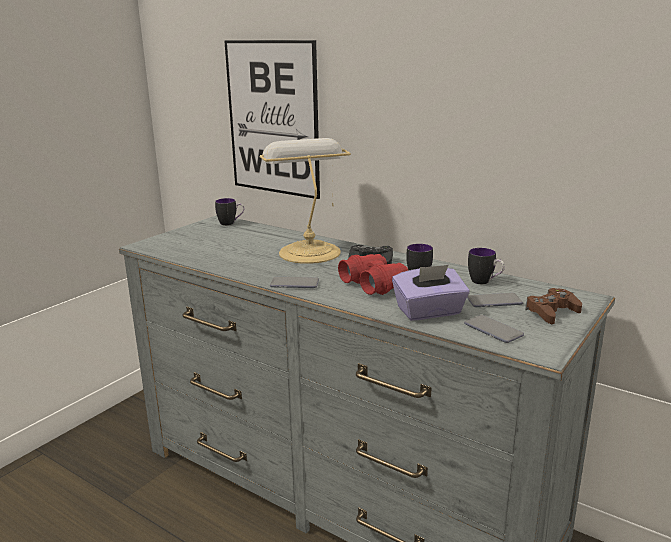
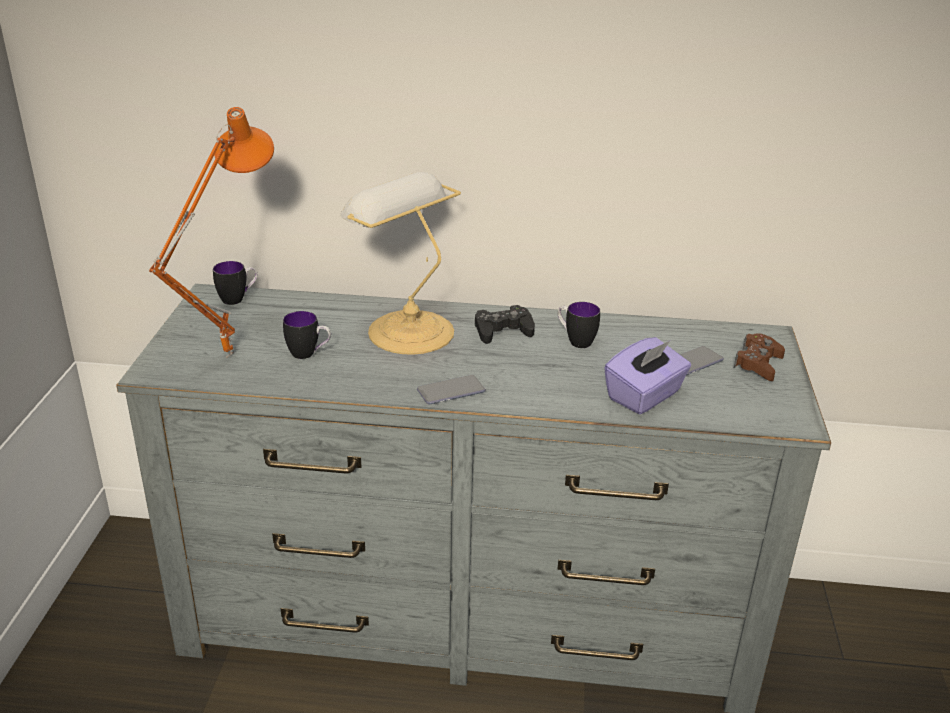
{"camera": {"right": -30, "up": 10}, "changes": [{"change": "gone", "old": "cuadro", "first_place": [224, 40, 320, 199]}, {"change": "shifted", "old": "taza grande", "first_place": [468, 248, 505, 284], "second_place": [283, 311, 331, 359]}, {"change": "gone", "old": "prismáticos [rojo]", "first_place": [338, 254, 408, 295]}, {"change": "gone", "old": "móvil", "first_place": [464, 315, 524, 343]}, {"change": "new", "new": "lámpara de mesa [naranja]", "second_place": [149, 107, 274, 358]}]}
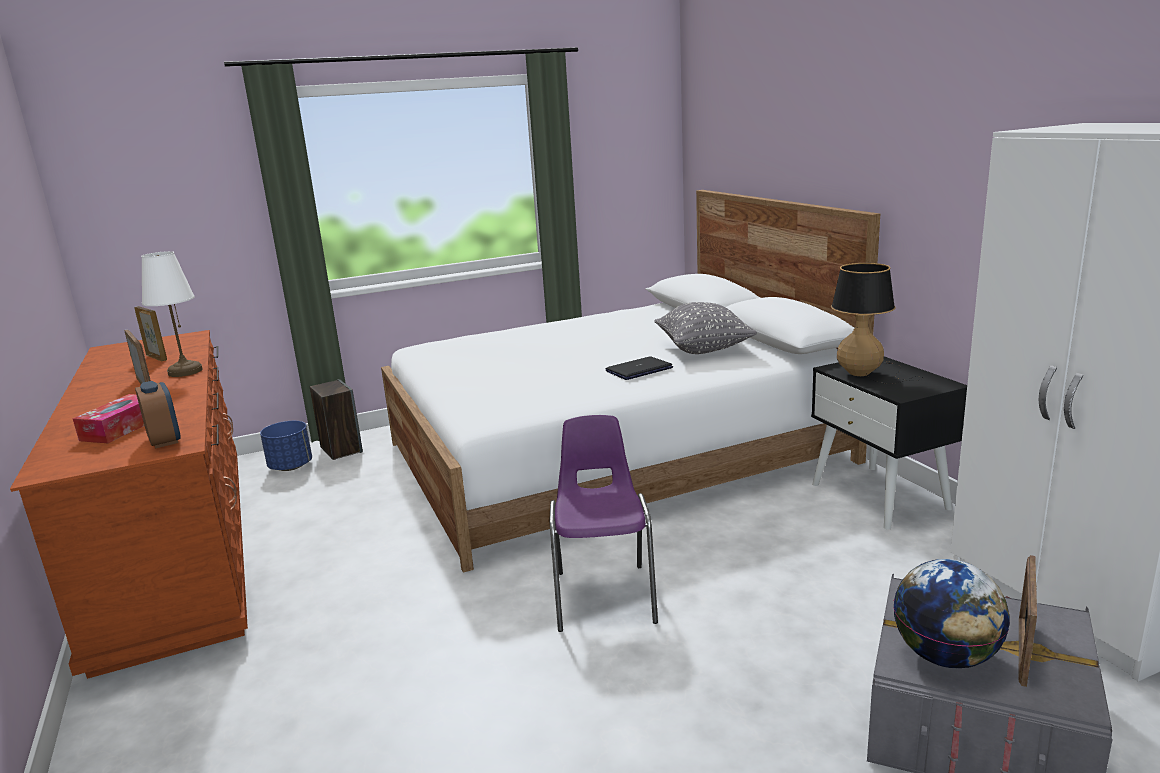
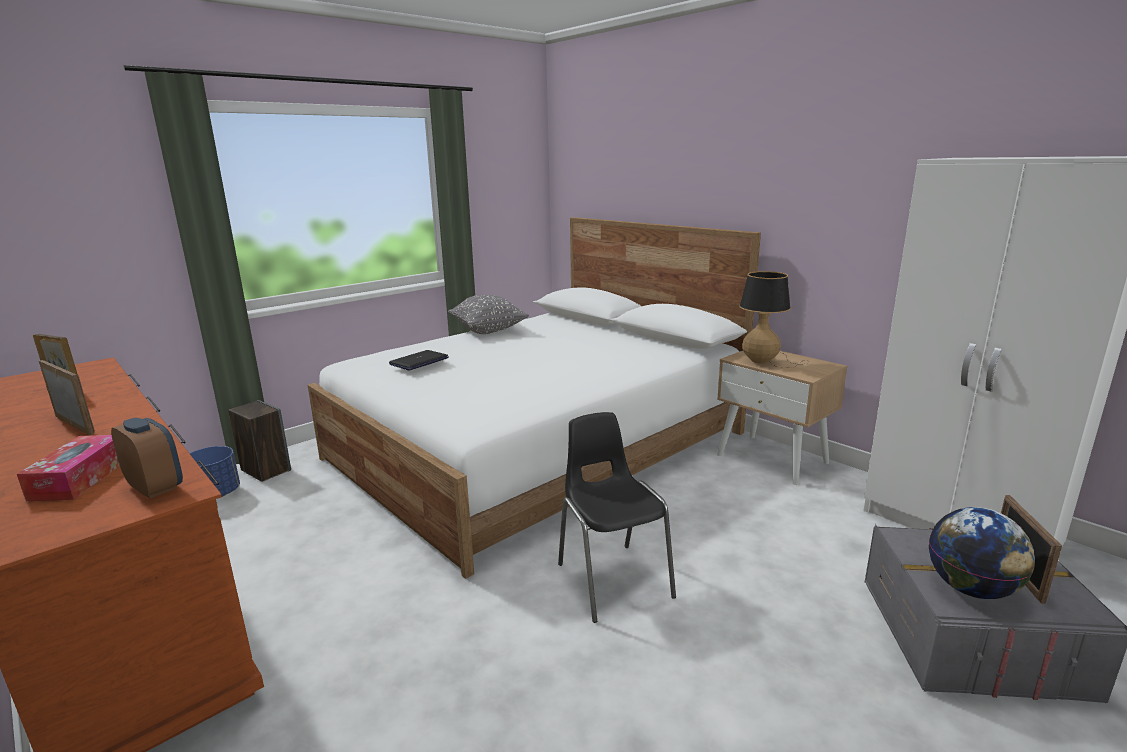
{"camera": {"right": -20, "up": 0}, "changes": [{"change": "gone", "old": "lámpara de mesa [blanco]", "first_place": [141, 251, 203, 377]}, {"change": "shifted", "old": "cojín [gris]", "first_place": [654, 302, 757, 354], "second_place": [448, 295, 529, 334]}, {"change": "shifted", "old": "portátil", "first_place": [606, 356, 673, 380], "second_place": [389, 350, 449, 370]}, {"change": "repainted", "old": "mesita de noche [negro]", "new": "mesita de noche [beis]", "first_place": [811, 356, 967, 530], "second_place": [717, 351, 847, 485]}, {"change": "repainted", "old": "silla [morado]", "new": "silla [negro]", "first_place": [550, 415, 658, 632], "second_place": [558, 412, 676, 623]}]}
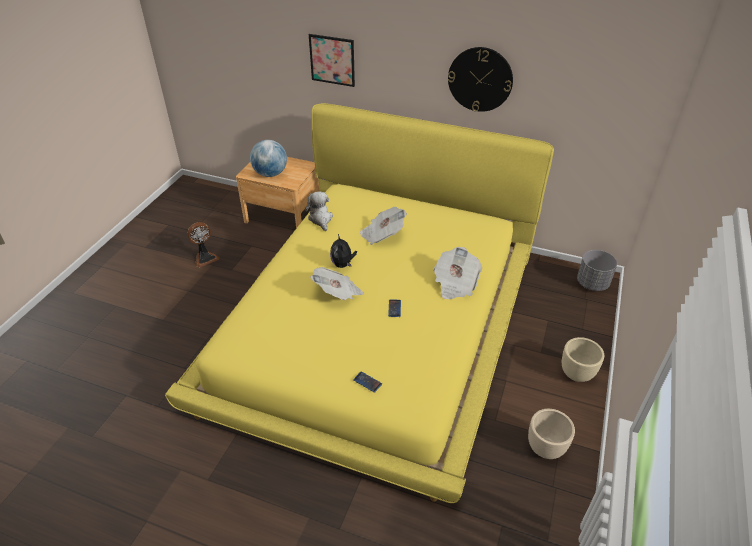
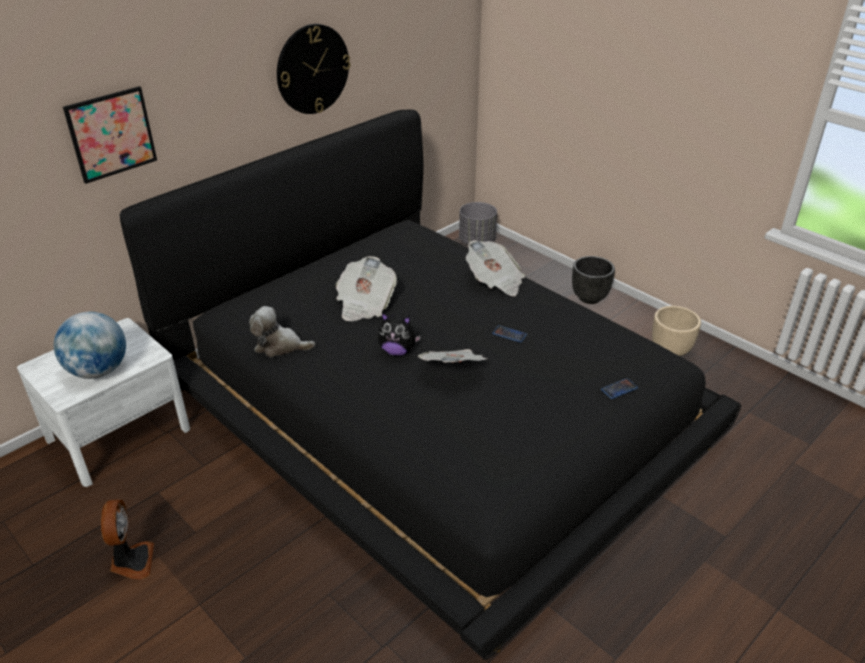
{"camera": {"right": -65, "up": -5}, "changes": [{"change": "repainted", "old": "cama [amarillo]", "new": "cama [negro]", "first_place": [165, 103, 554, 503], "second_place": [120, 110, 741, 660]}, {"change": "repainted", "old": "mesita de noche [marrón]", "new": "mesita de noche [blanco]", "first_place": [236, 157, 319, 228], "second_place": [17, 318, 190, 487]}, {"change": "repainted", "old": "maceta [beis]", "new": "maceta [negro]", "first_place": [562, 337, 604, 382], "second_place": [572, 256, 615, 304]}]}
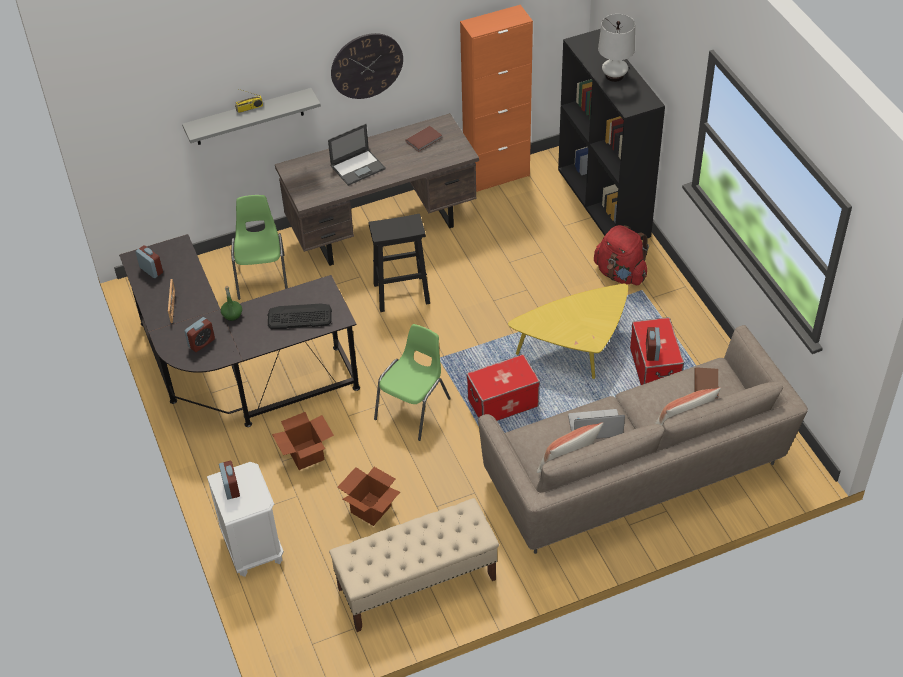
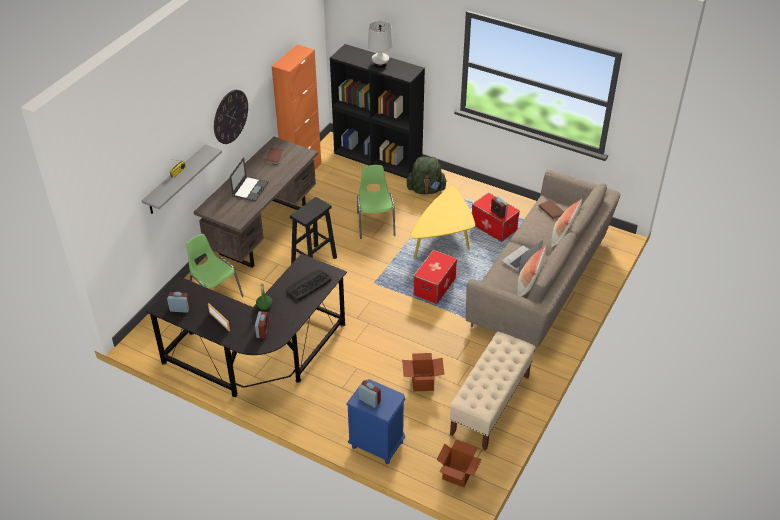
{"camera": {"right": -40, "up": -5}, "changes": [{"change": "repainted", "old": "mochila [rojo]", "new": "mochila [verde]", "first_place": [594, 225, 649, 285], "second_place": [407, 157, 447, 195]}, {"change": "shifted", "old": "silla [verde]", "first_place": [374, 324, 451, 441], "second_place": [357, 165, 395, 239]}, {"change": "shifted", "old": "caja de cartón", "first_place": [272, 412, 334, 470], "second_place": [436, 439, 482, 487]}, {"change": "repainted", "old": "mesita de noche [blanco]", "new": "mesita de noche [azul]", "first_place": [207, 462, 284, 577], "second_place": [346, 379, 406, 464]}]}
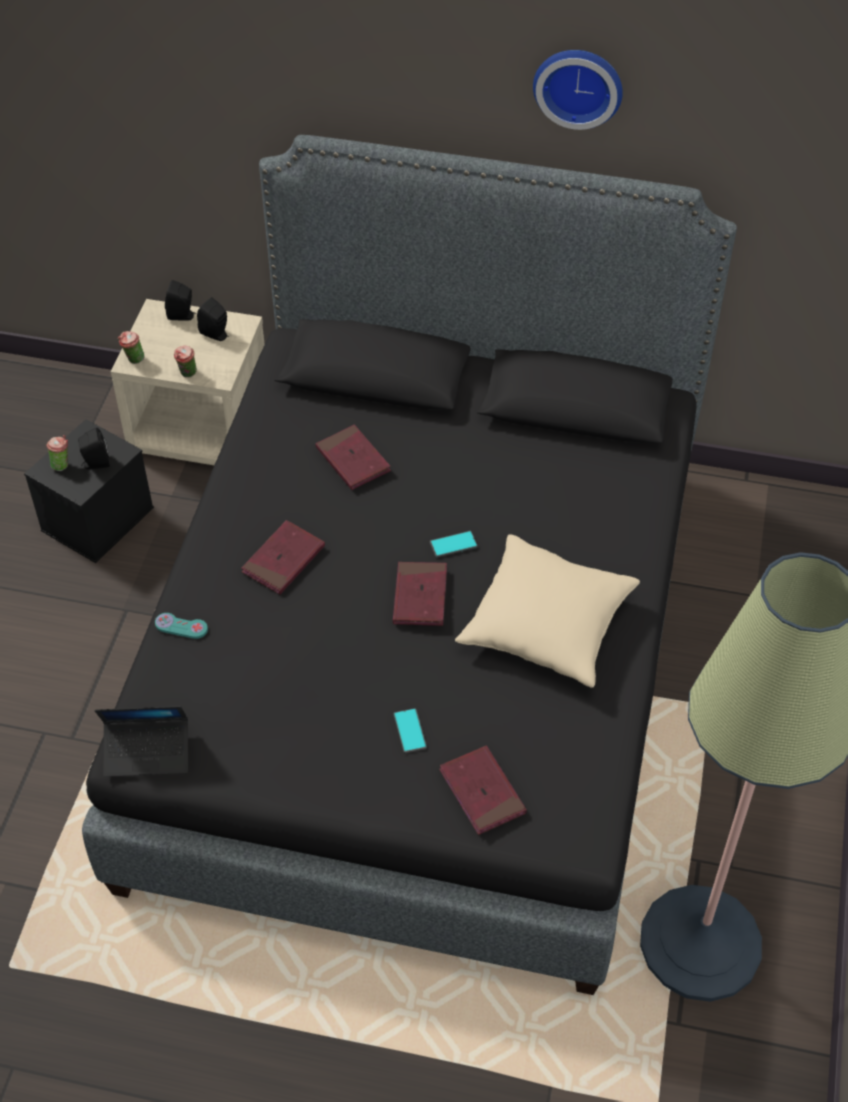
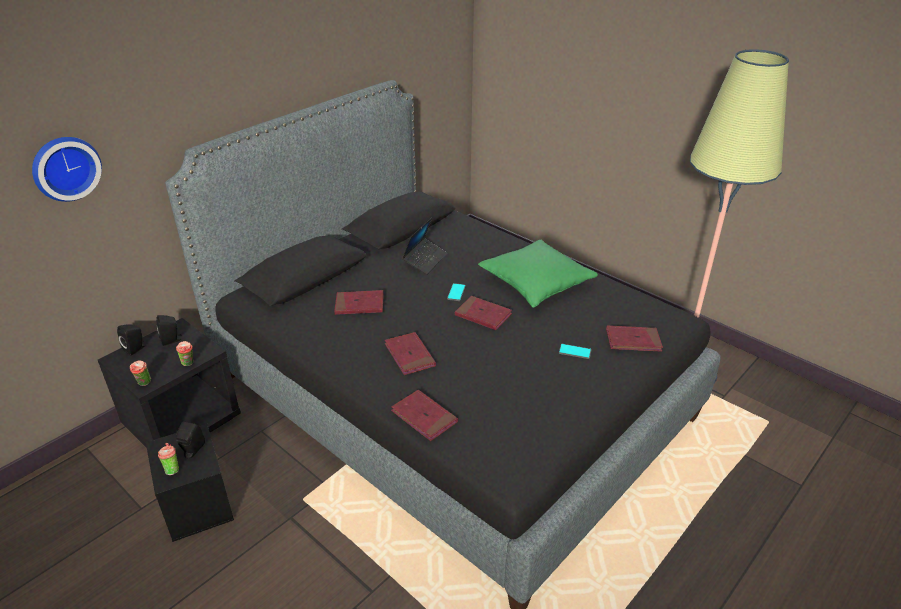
{"camera": {"right": -60, "up": -15}, "changes": [{"change": "shifted", "old": "reloj de pared", "first_place": [533, 50, 623, 130], "second_place": [32, 137, 102, 202]}, {"change": "repainted", "old": "mesita de noche [beis]", "new": "mesita de noche [negro]", "first_place": [111, 299, 265, 465], "second_place": [98, 318, 241, 448]}, {"change": "repainted", "old": "cojín [beis]", "new": "cojín [verde]", "first_place": [455, 534, 640, 688], "second_place": [478, 240, 598, 308]}, {"change": "swapped", "old": "mando de consola [turquesa]", "new": "libro [rojo]", "first_place": [155, 613, 208, 639], "second_place": [391, 390, 458, 441]}, {"change": "shifted", "old": "portátil", "first_place": [95, 706, 188, 777], "second_place": [402, 217, 447, 275]}]}
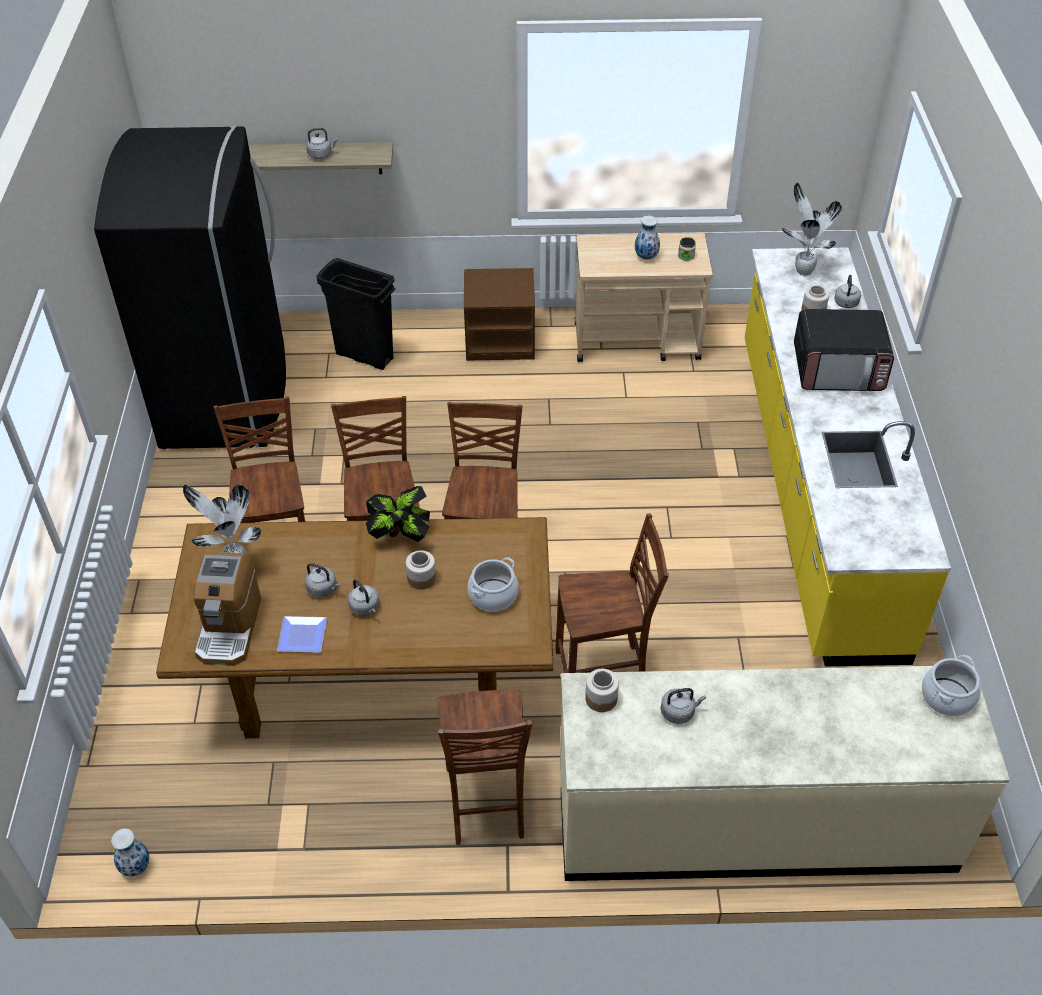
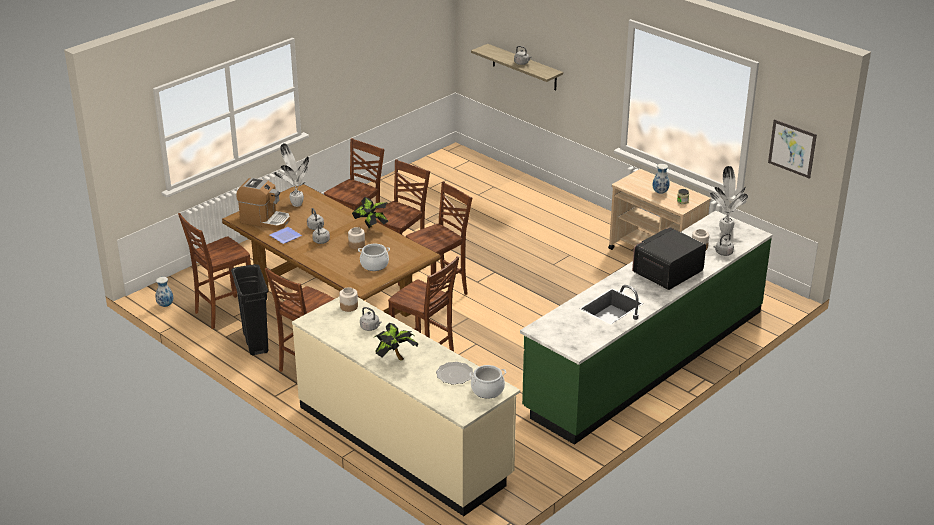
{"camera": {"right": 45, "up": -15}, "changes": [{"change": "gone", "old": "nevera [negro]", "first_place": [94, 126, 286, 449]}, {"change": "repainted", "old": "mueble bajo de cocina [amarillo]", "new": "mueble bajo de cocina [verde]", "first_place": [745, 247, 951, 667], "second_place": [520, 210, 773, 445]}, {"change": "shifted", "old": "papelera [negro]", "first_place": [316, 258, 395, 370], "second_place": [231, 264, 268, 356]}, {"change": "gone", "old": "mesita de noche [marrón]", "first_place": [464, 268, 535, 361]}, {"change": "rotated", "old": "microondas", "first_place": [794, 309, 894, 391], "second_place": [632, 227, 706, 290], "degrees": 90}, {"change": "rotated", "old": "cafetera", "first_place": [193, 552, 261, 666], "second_place": [236, 178, 290, 230], "degrees": -120}, {"change": "new", "new": "cuadro", "second_place": [768, 119, 817, 179]}, {"change": "new", "new": "silla [marrón]", "second_place": [178, 213, 251, 329]}, {"change": "new", "new": "planta en maceta", "second_place": [375, 323, 419, 361]}, {"change": "new", "new": "plato", "second_place": [436, 362, 473, 385]}]}
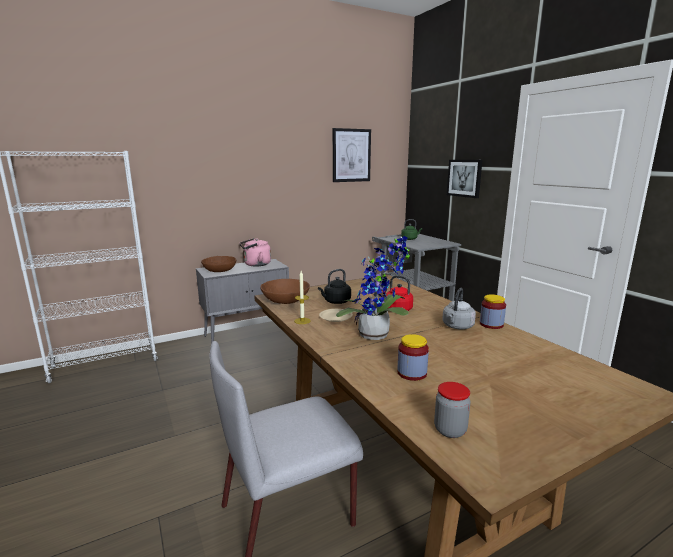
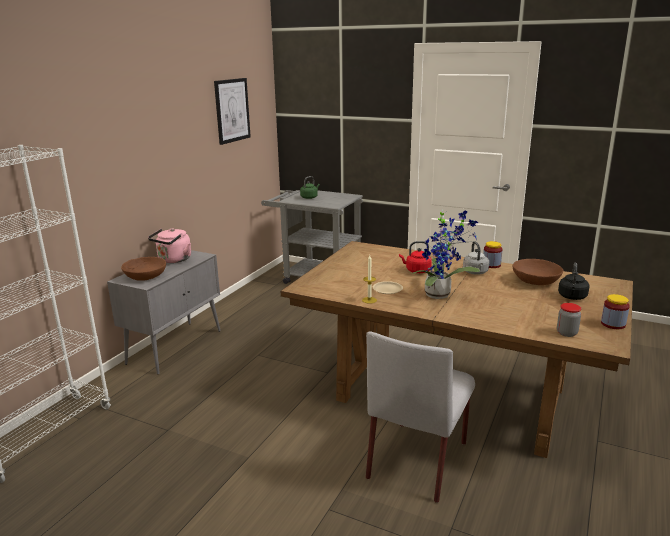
{"camera": {"right": -35, "up": 5}, "changes": [{"change": "gone", "old": "cuadro", "first_place": [447, 160, 482, 198]}, {"change": "shifted", "old": "hervidor [negro]", "first_place": [318, 269, 351, 304], "second_place": [558, 263, 590, 300]}, {"change": "shifted", "old": "cuenco [marrón]", "first_place": [260, 279, 310, 304], "second_place": [513, 259, 563, 285]}, {"change": "shifted", "old": "tarro", "first_place": [397, 334, 429, 381], "second_place": [601, 294, 630, 329]}]}
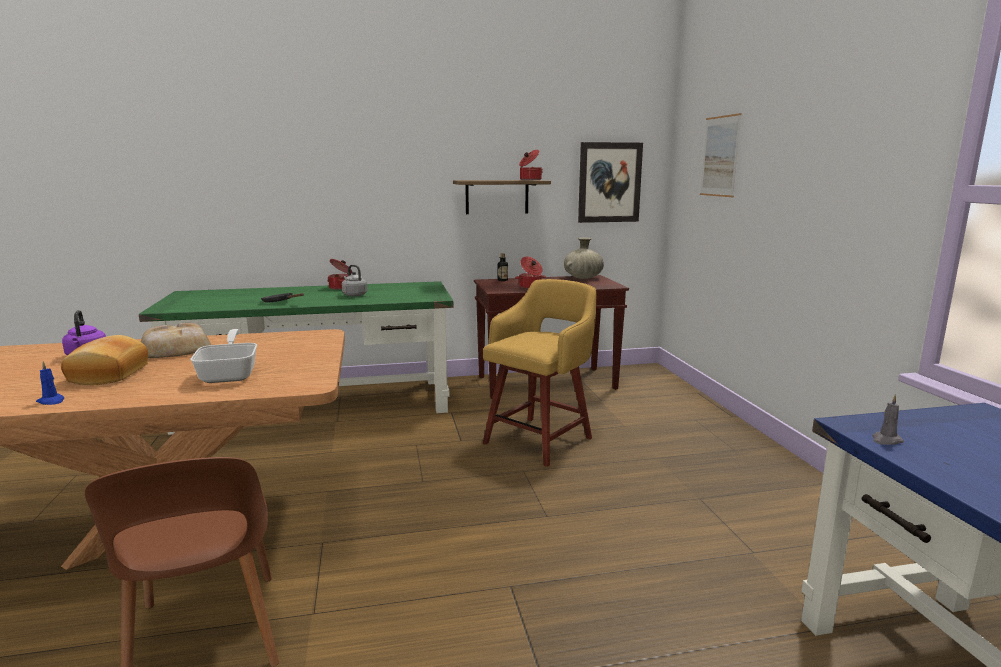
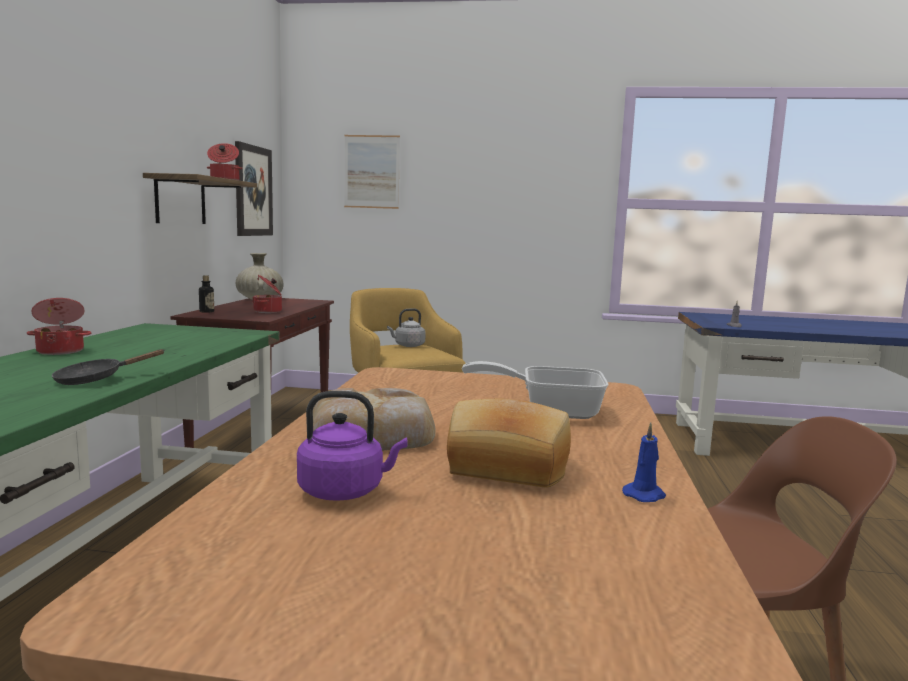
{"camera": {"right": -70, "up": -5}, "changes": [{"change": "shifted", "old": "hervidor [gris]", "first_place": [342, 265, 367, 297], "second_place": [387, 308, 426, 347]}]}
